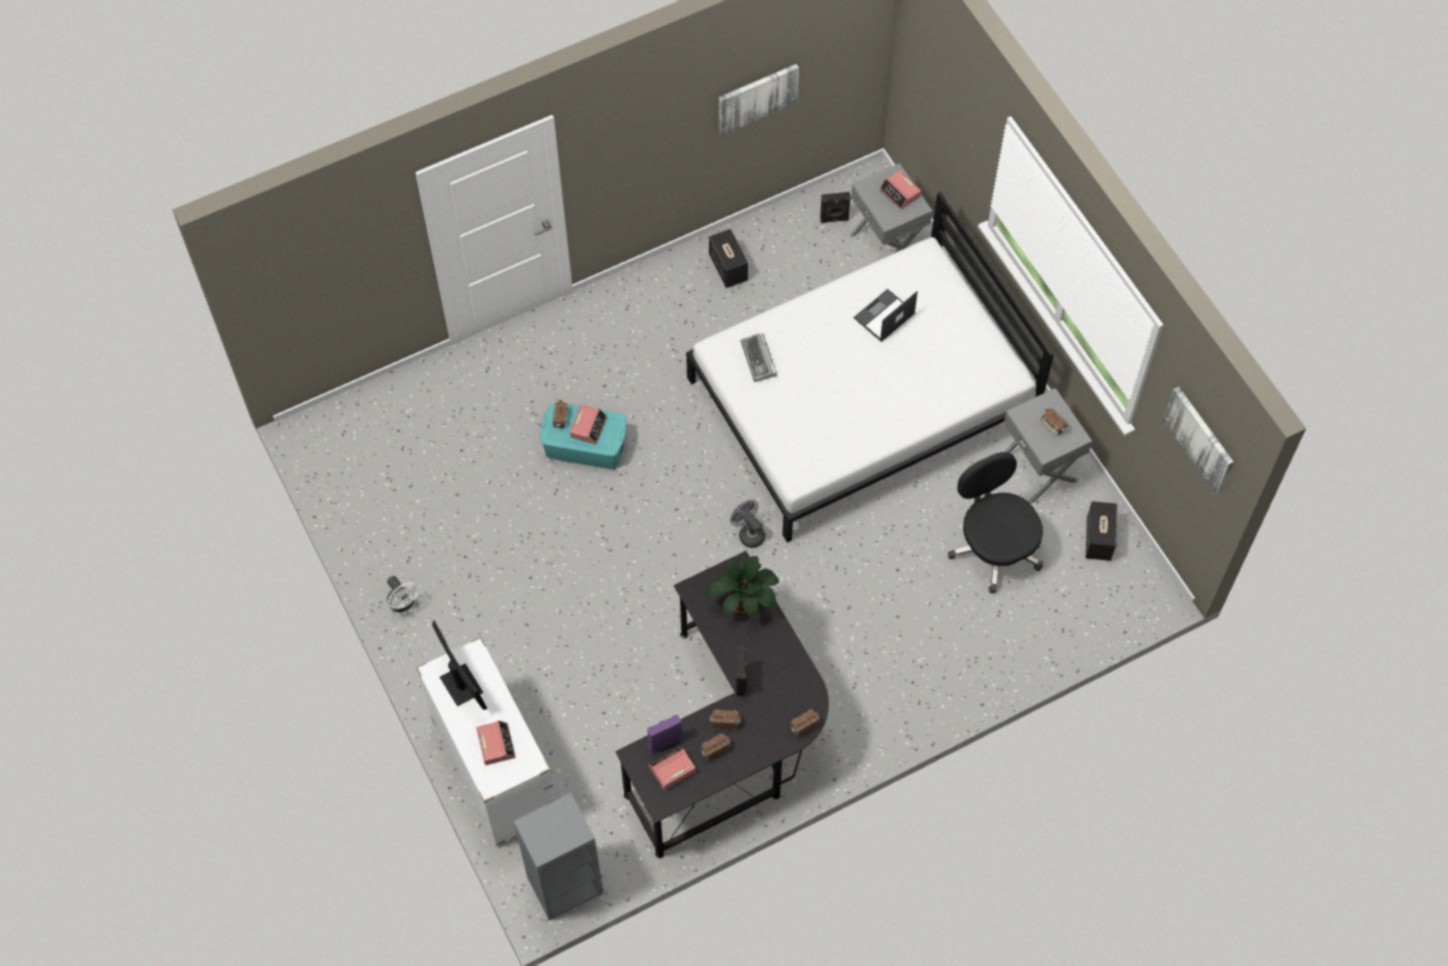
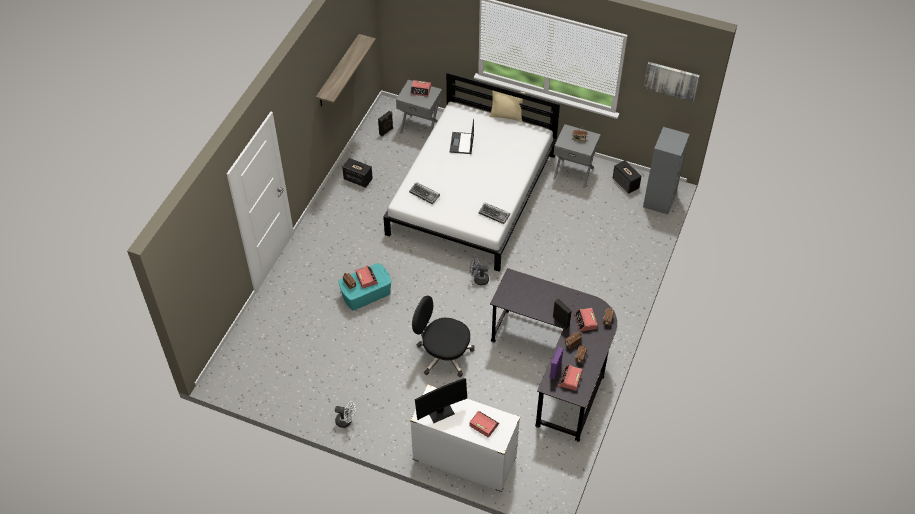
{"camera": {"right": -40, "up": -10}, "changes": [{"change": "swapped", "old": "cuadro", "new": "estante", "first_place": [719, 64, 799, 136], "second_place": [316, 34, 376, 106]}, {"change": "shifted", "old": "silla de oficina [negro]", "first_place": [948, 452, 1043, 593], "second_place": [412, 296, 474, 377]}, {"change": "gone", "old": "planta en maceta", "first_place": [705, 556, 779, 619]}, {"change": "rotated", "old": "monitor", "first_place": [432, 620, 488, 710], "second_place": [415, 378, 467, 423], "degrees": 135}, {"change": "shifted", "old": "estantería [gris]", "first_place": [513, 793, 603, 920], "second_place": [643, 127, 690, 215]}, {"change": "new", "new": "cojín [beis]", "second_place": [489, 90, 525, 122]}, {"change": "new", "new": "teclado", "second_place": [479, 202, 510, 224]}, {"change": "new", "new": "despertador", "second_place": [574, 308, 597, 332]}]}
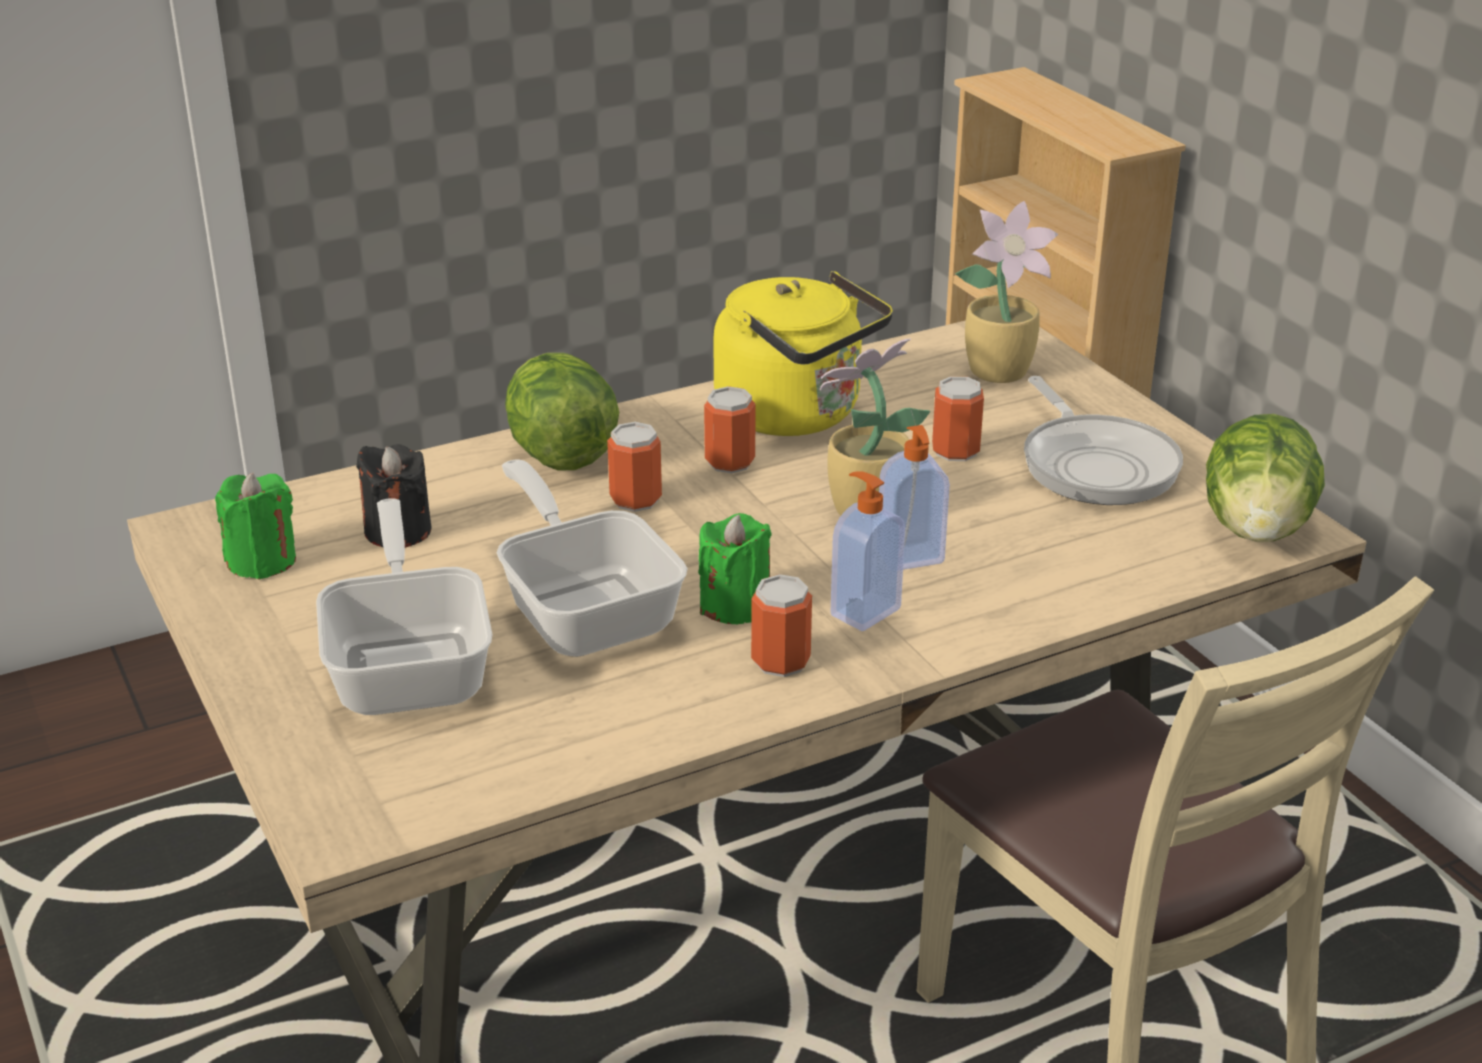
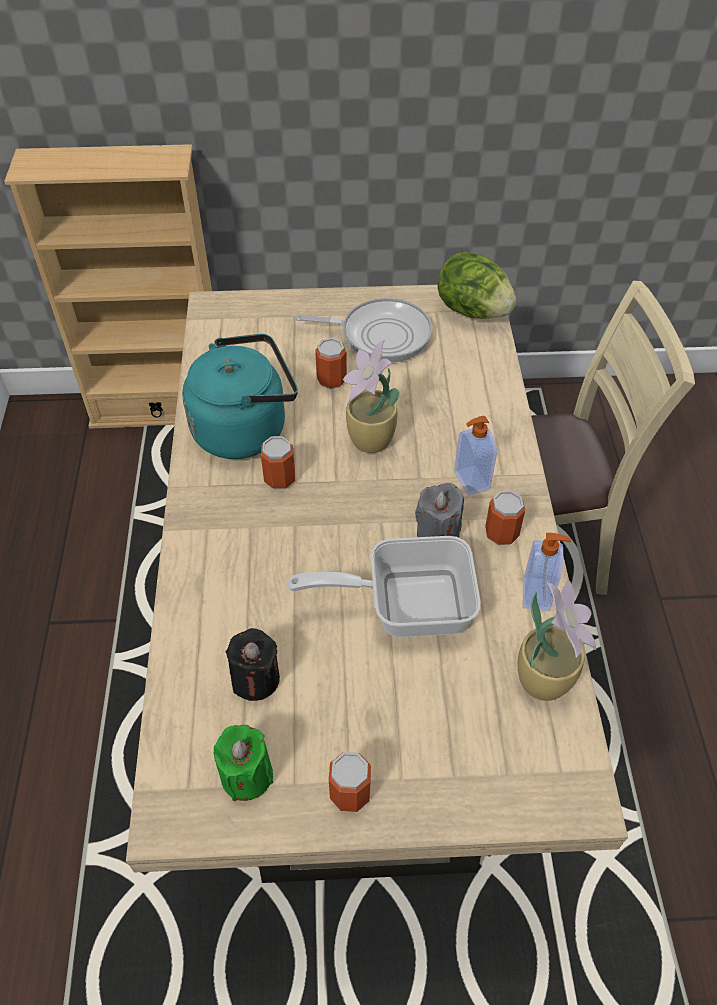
{"camera": {"right": -65, "up": 20}, "changes": [{"change": "shifted", "old": "planta en maceta", "first_place": [955, 201, 1058, 383], "second_place": [517, 579, 596, 701]}, {"change": "repainted", "old": "hervidor [amarillo]", "new": "hervidor [turquesa]", "first_place": [713, 271, 893, 436], "second_place": [182, 334, 298, 459]}, {"change": "gone", "old": "lechuga", "first_place": [505, 353, 619, 471]}, {"change": "shifted", "old": "lata", "first_place": [607, 422, 662, 512], "second_place": [329, 752, 371, 812]}, {"change": "shifted", "old": "dispensador de jabón", "first_place": [879, 425, 950, 570], "second_place": [523, 533, 571, 611]}, {"change": "gone", "old": "sartén", "first_place": [316, 498, 492, 715]}, {"change": "repainted", "old": "vela [verde]", "new": "vela [gris]", "first_place": [698, 513, 772, 624], "second_place": [415, 483, 464, 538]}]}
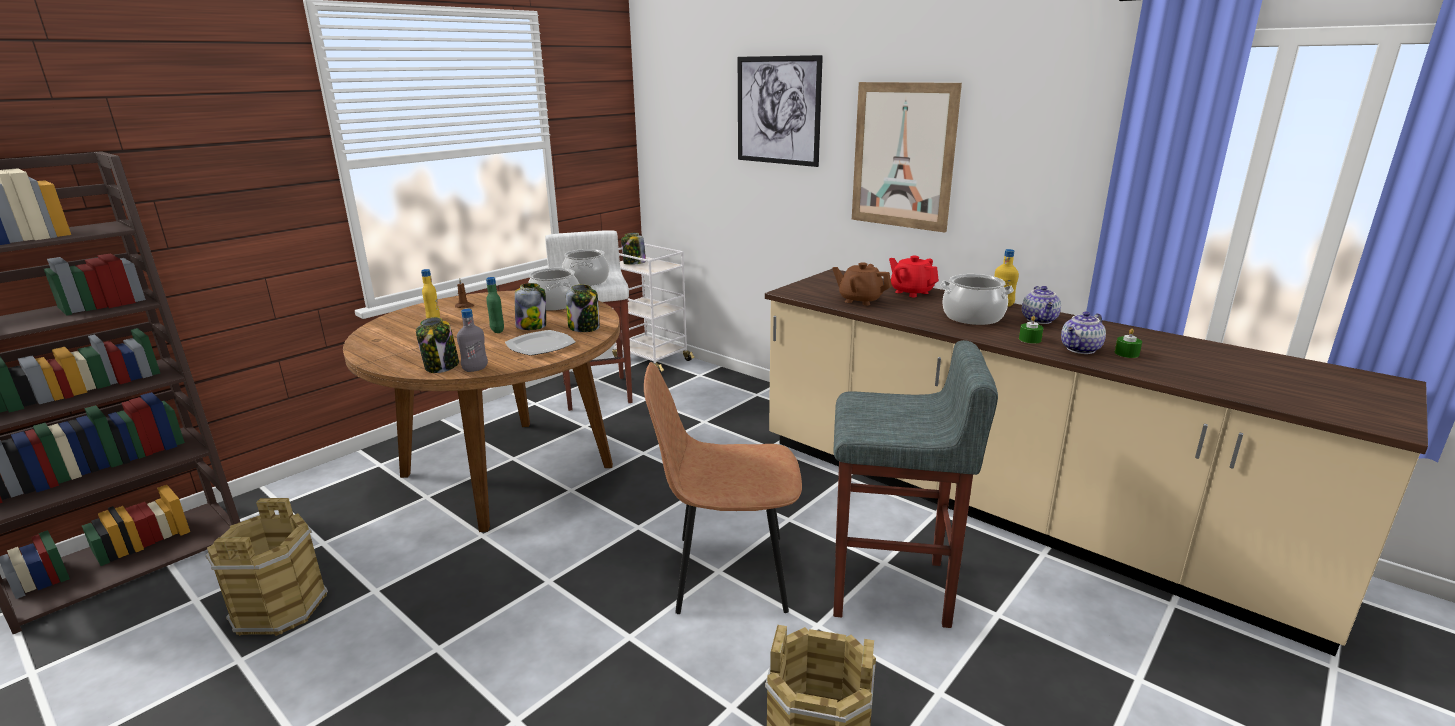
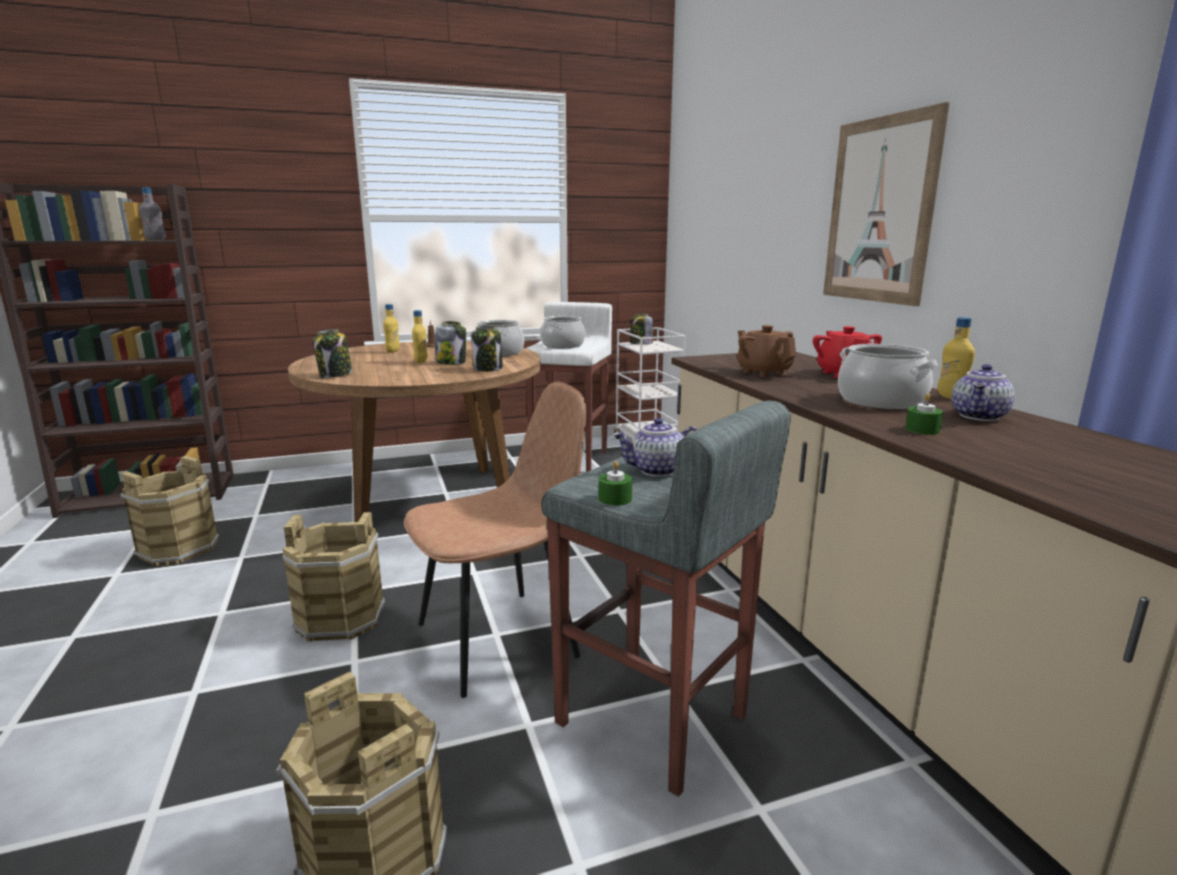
{"camera": {"right": 30, "up": -5}, "changes": [{"change": "gone", "old": "cuadro", "first_place": [738, 55, 823, 167]}, {"change": "repainted", "old": "botella [verde]", "new": "botella [amarillo]", "first_place": [486, 277, 504, 333], "second_place": [412, 310, 428, 363]}, {"change": "shifted", "old": "botella [gris]", "first_place": [457, 309, 488, 372], "second_place": [139, 188, 166, 240]}, {"change": "shifted", "old": "tetera", "first_place": [1061, 311, 1106, 354], "second_place": [613, 418, 697, 477]}, {"change": "shifted", "old": "vela [verde]", "first_place": [1114, 329, 1142, 358], "second_place": [599, 461, 632, 506]}, {"change": "gone", "old": "plato", "first_place": [505, 330, 576, 356]}, {"change": "rotated", "old": "silla [marrón]", "first_place": [644, 362, 802, 614], "second_place": [404, 382, 586, 698], "degrees": 120}, {"change": "new", "new": "cubo [marrón]", "second_place": [282, 512, 385, 642]}]}
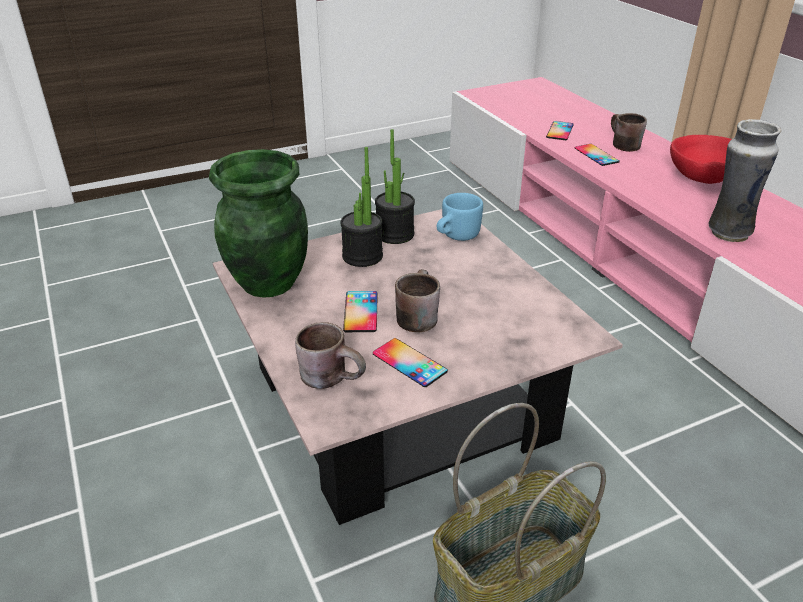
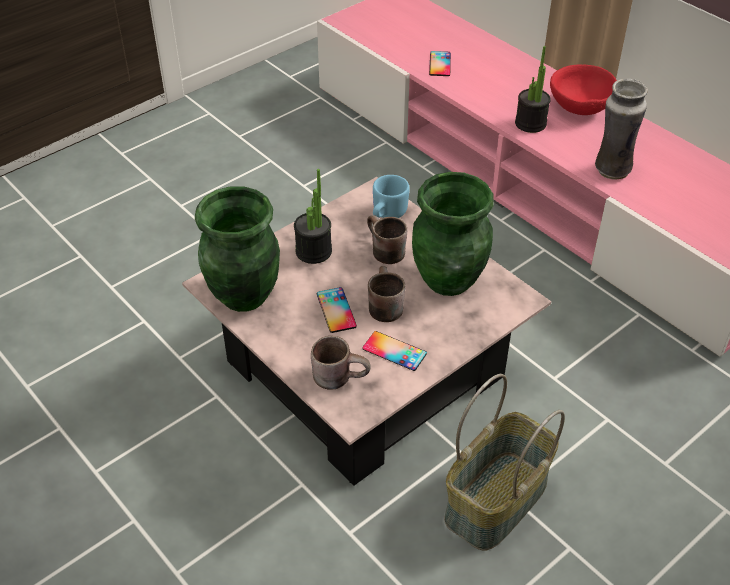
{"camera": {"right": -15, "up": 10}, "changes": [{"change": "shifted", "old": "taza grande [marrón]", "first_place": [611, 113, 647, 152], "second_place": [367, 215, 407, 264]}, {"change": "shifted", "old": "planta en maceta", "first_place": [375, 129, 415, 244], "second_place": [515, 46, 551, 133]}, {"change": "gone", "old": "móvil", "first_place": [575, 144, 620, 166]}, {"change": "new", "new": "florero [verde]", "second_place": [412, 172, 494, 296]}]}
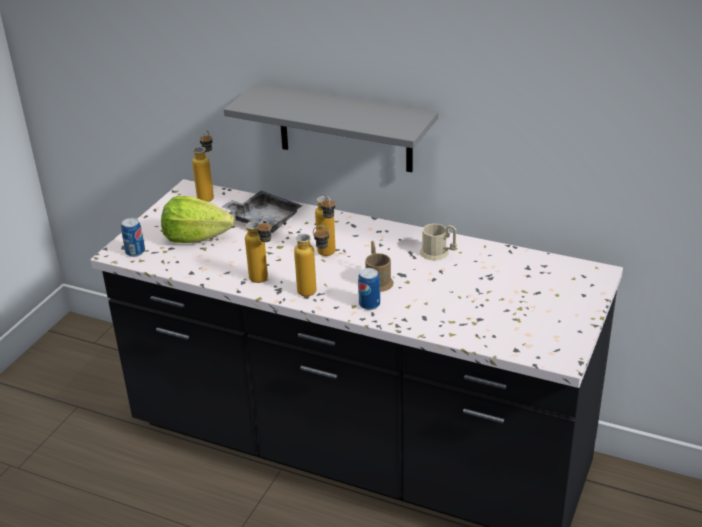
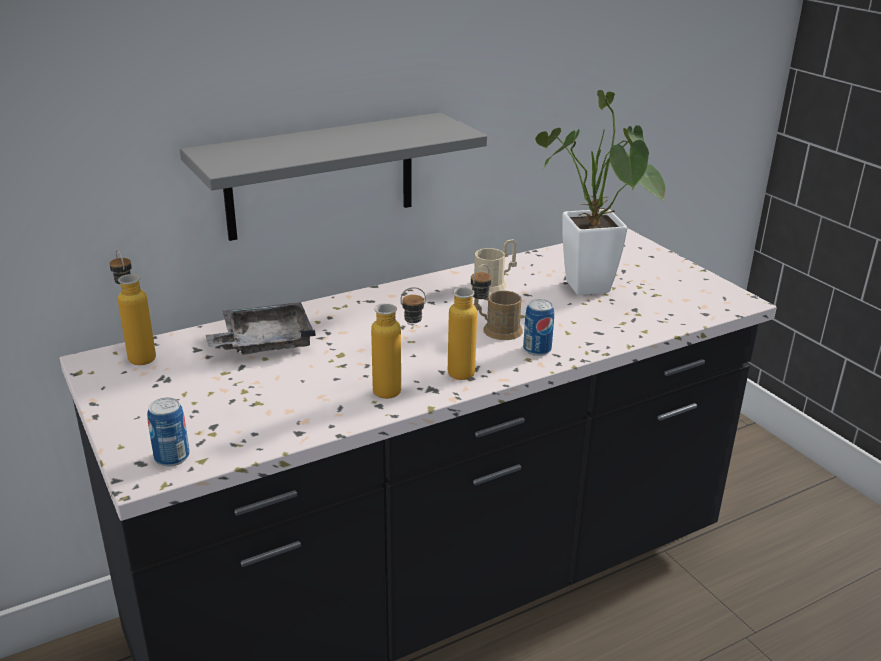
{"camera": {"right": -55, "up": -5}, "changes": [{"change": "gone", "old": "botella", "first_place": [315, 195, 336, 256]}, {"change": "gone", "old": "lechuga", "first_place": [161, 196, 234, 243]}, {"change": "new", "new": "planta en maceta", "second_place": [535, 90, 666, 295]}]}
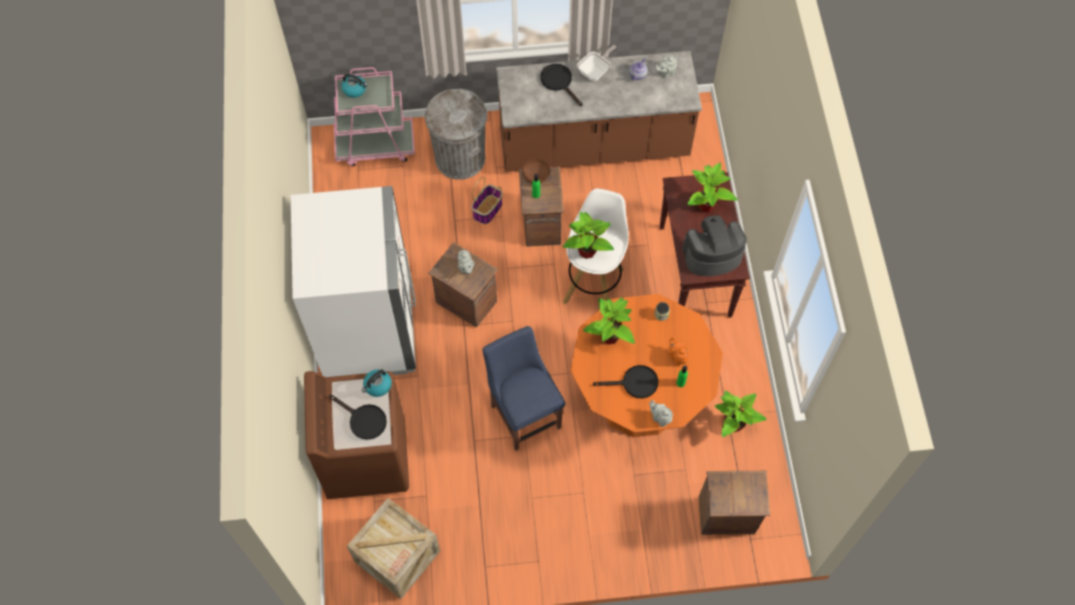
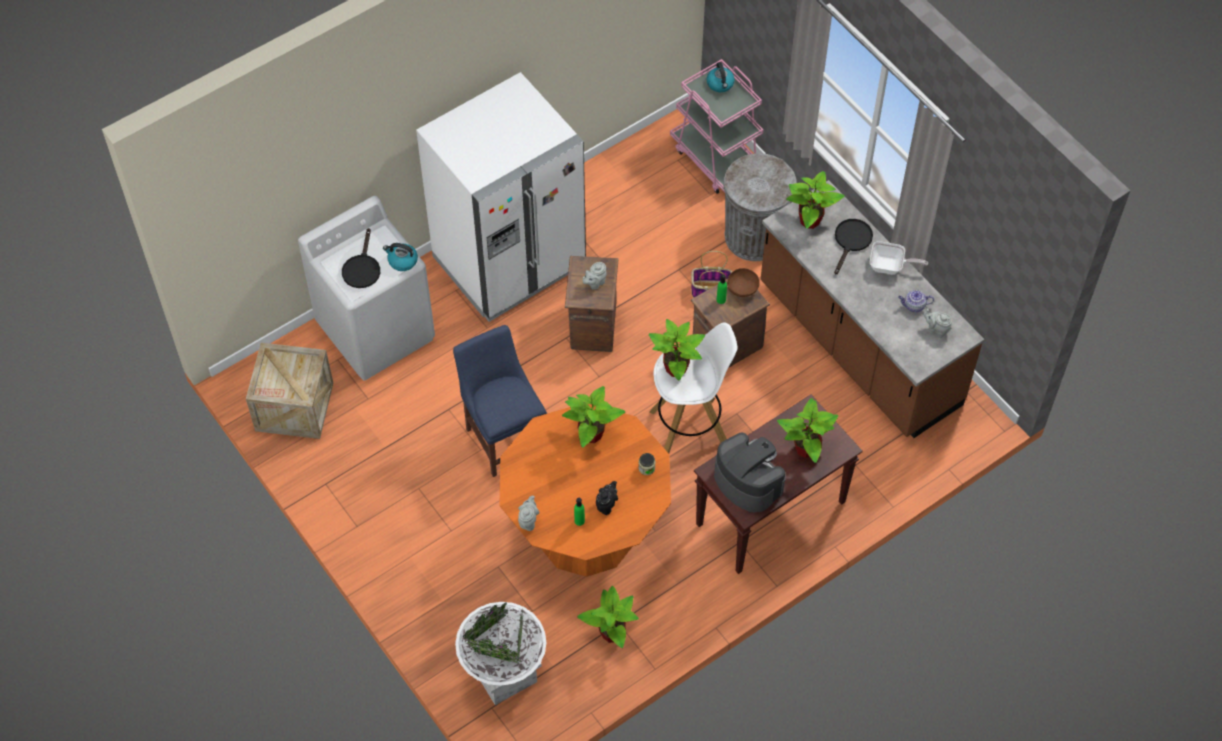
{"camera": {"right": 60, "up": -5}, "changes": [{"change": "rotated", "old": "silla [azul]", "first_place": [483, 326, 566, 451], "second_place": [453, 325, 547, 477], "degrees": -60}, {"change": "repainted", "old": "tetera [naranja]", "new": "tetera [negro]", "first_place": [669, 337, 689, 366], "second_place": [596, 481, 618, 515]}, {"change": "gone", "old": "sartén [negro]", "first_place": [593, 365, 658, 398]}, {"change": "repainted", "old": "lavadora [marrón]", "new": "lavadora [blanco]", "first_place": [304, 371, 409, 499], "second_place": [298, 196, 435, 381]}, {"change": "swapped", "old": "caja de embalaje", "new": "maceta [blanco]", "first_place": [699, 471, 770, 535], "second_place": [455, 602, 546, 705]}, {"change": "new", "new": "planta en maceta", "second_place": [786, 171, 845, 229]}]}
